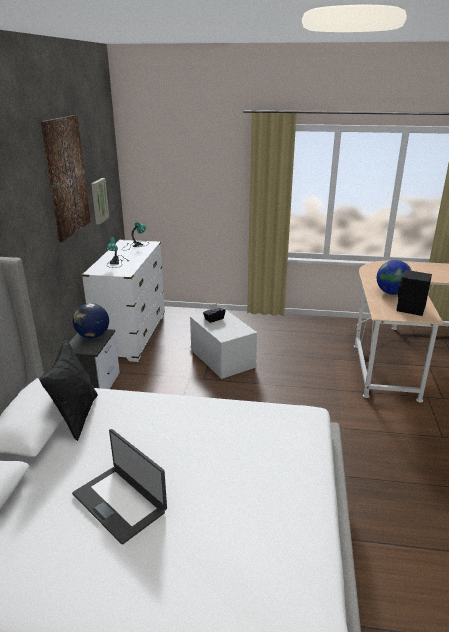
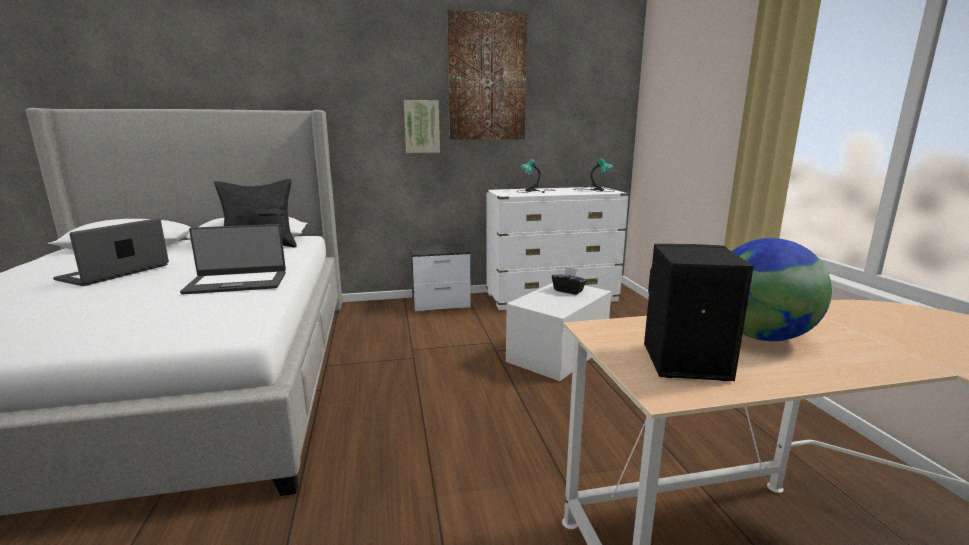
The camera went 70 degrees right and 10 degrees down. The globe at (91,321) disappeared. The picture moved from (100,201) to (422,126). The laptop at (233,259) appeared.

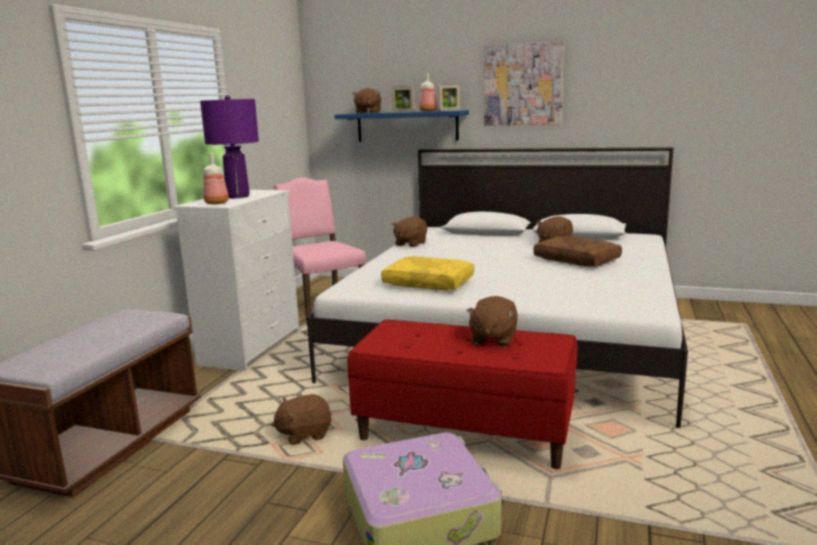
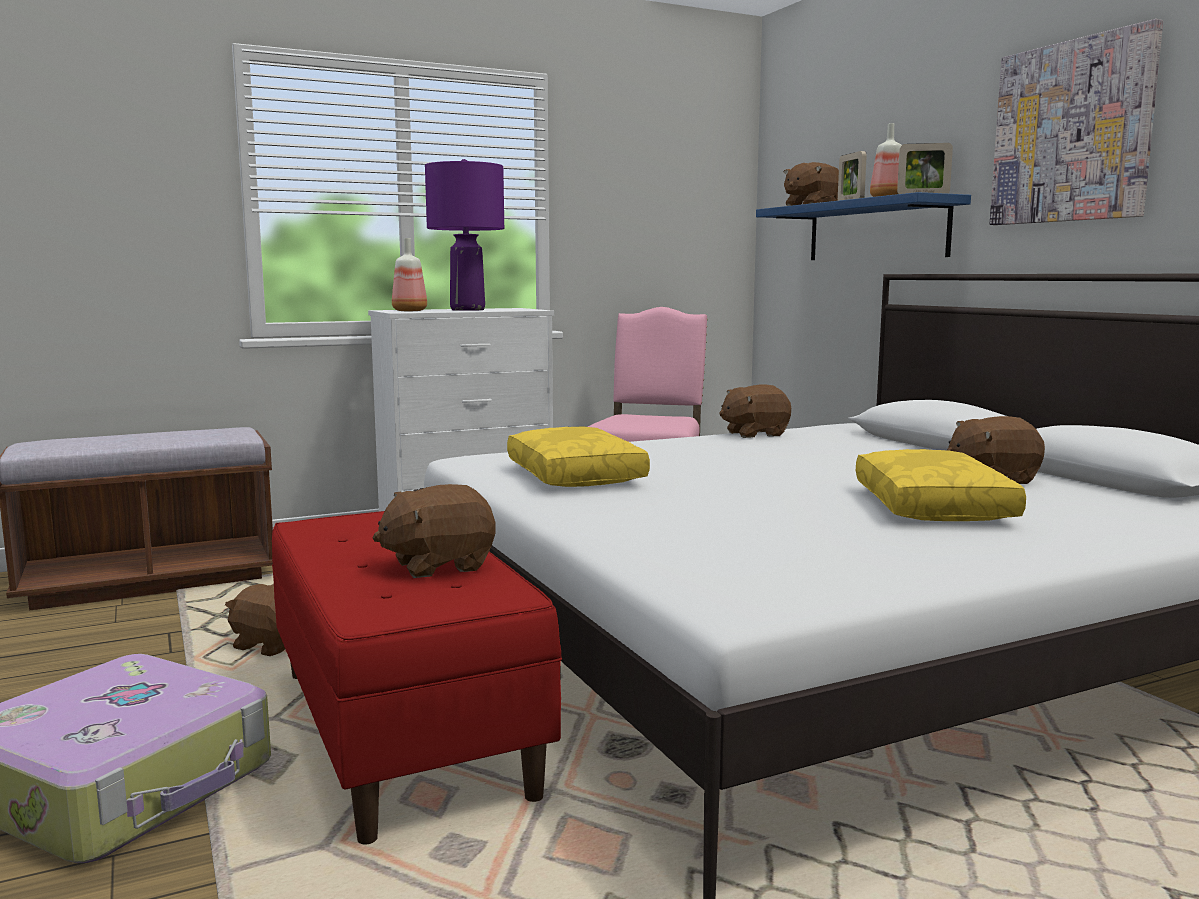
The camera went 45 degrees right and 5 degrees down. The brown pillow at (577,251) became the yellow pillow at (941,485).

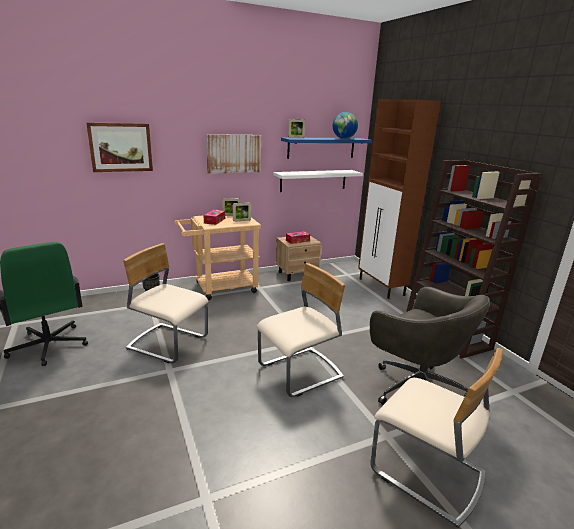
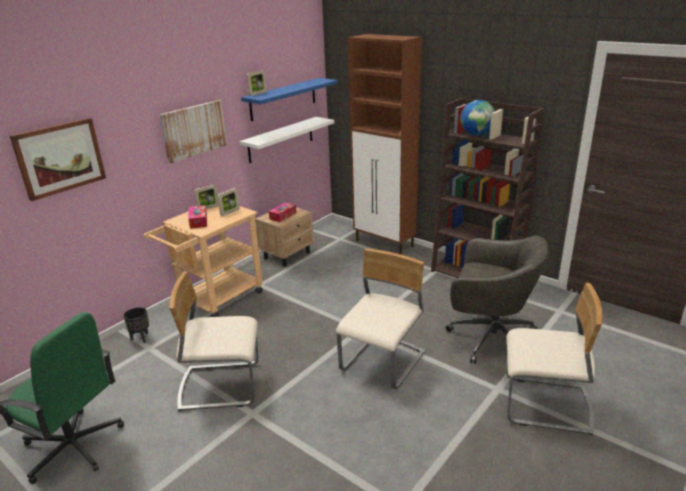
The camera went 25 degrees left and 5 degrees up. The globe moved from (345,125) to (477,118).

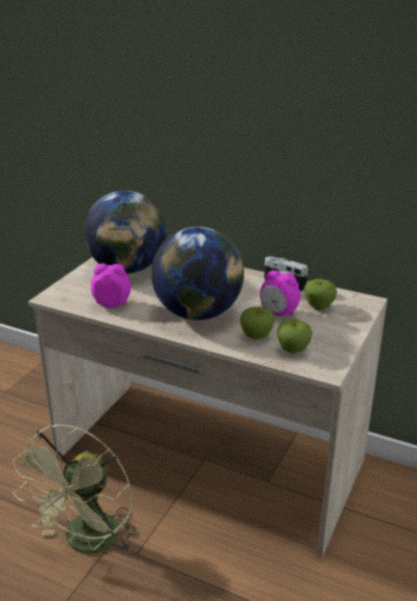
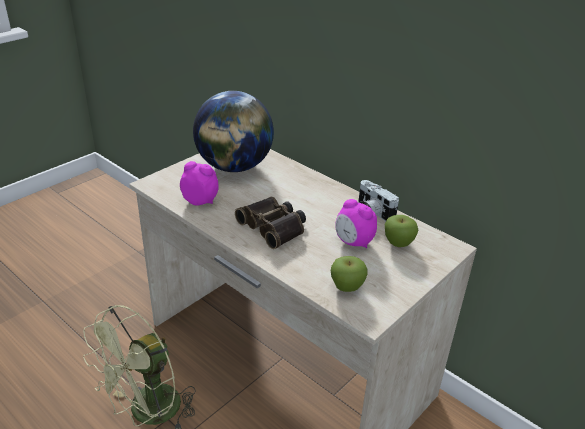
The camera went 15 degrees right and 5 degrees up. The globe at (197,273) was replaced by the binoculars at (270,223). The apple at (257,323) disappeared.

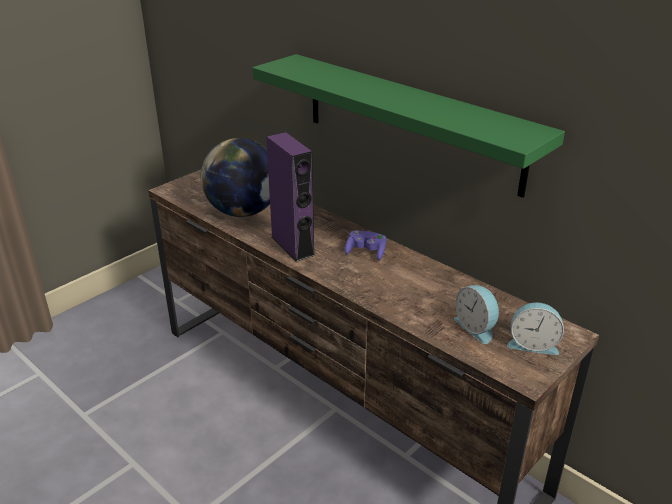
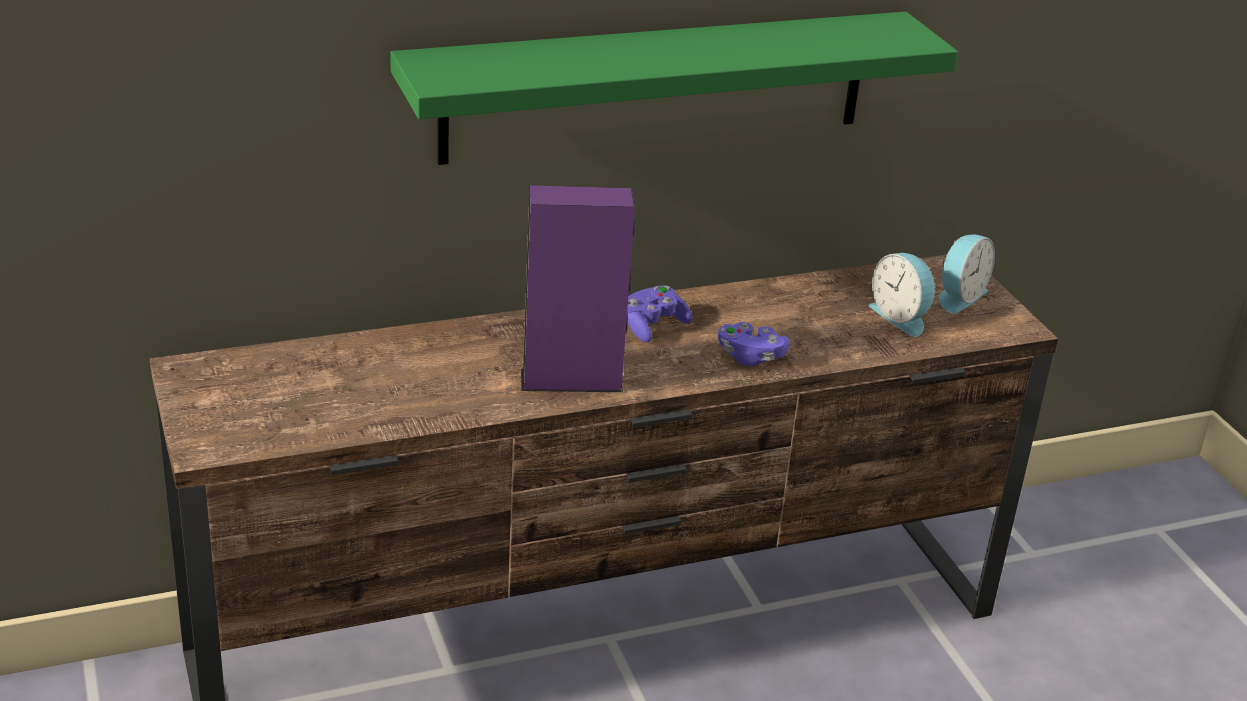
The camera went 65 degrees left and 0 degrees up. The globe at (235,177) disappeared. The alarm clock at (477,314) turned 60 degrees clockwise. The purple game controller at (754,344) appeared.

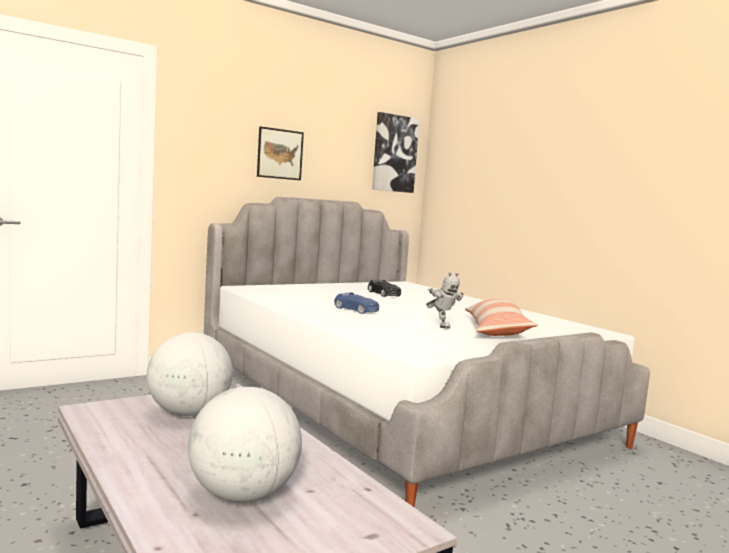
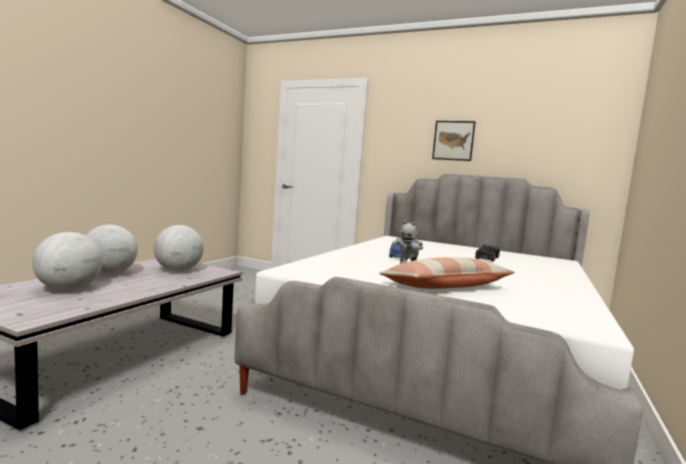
The camera went 60 degrees right and 0 degrees up. The picture at (396,152) disappeared. The globe at (111,250) appeared.

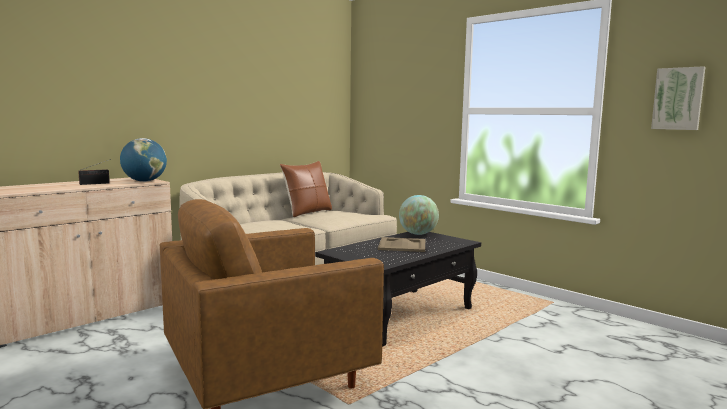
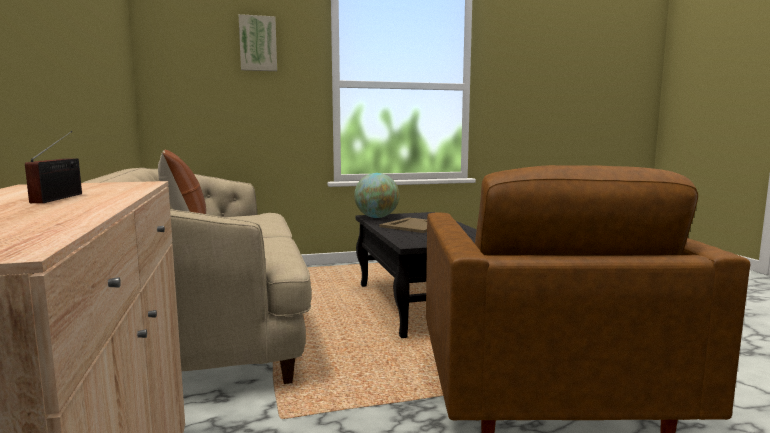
The camera went 60 degrees left and 0 degrees up. The globe at (143,160) disappeared. The picture moved from (678,98) to (258,42).

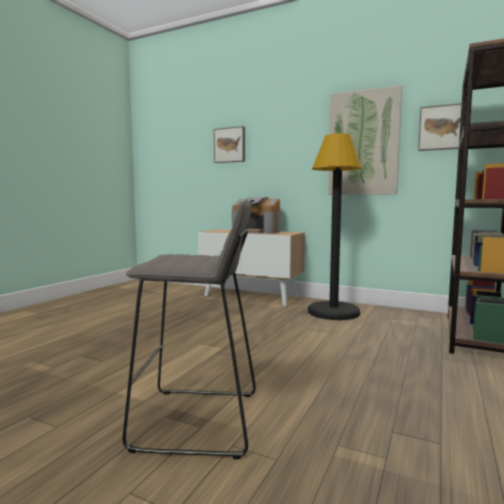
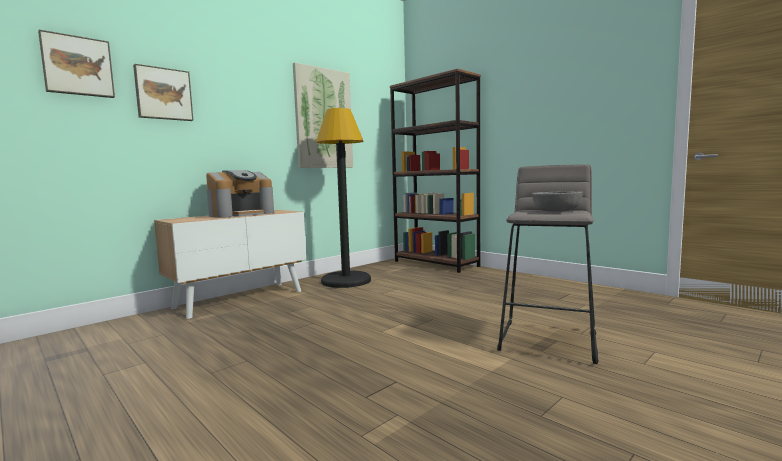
The camera went 70 degrees left and 0 degrees up. The picture moved from (440,127) to (76,64). The grey bowl at (557,201) appeared.

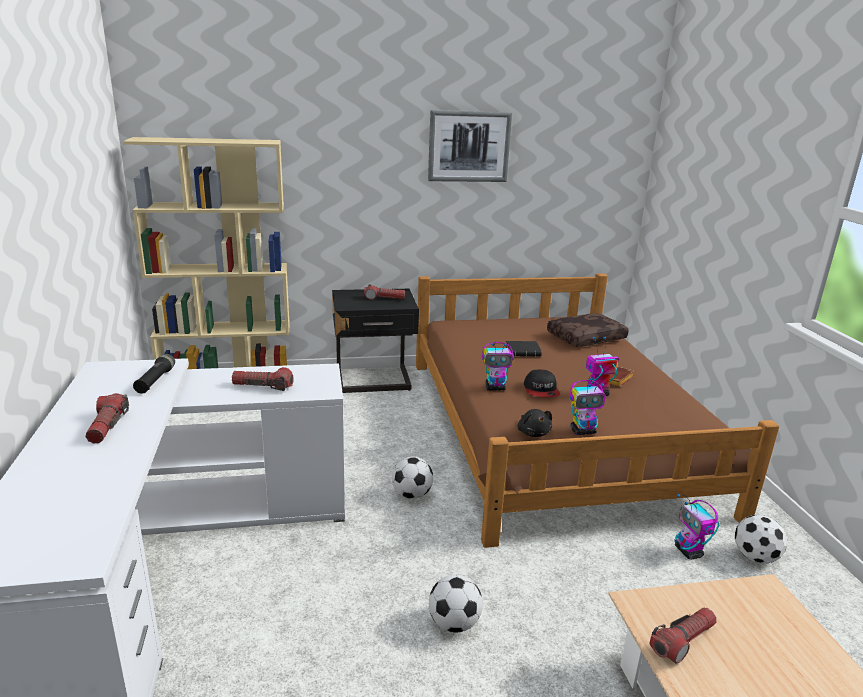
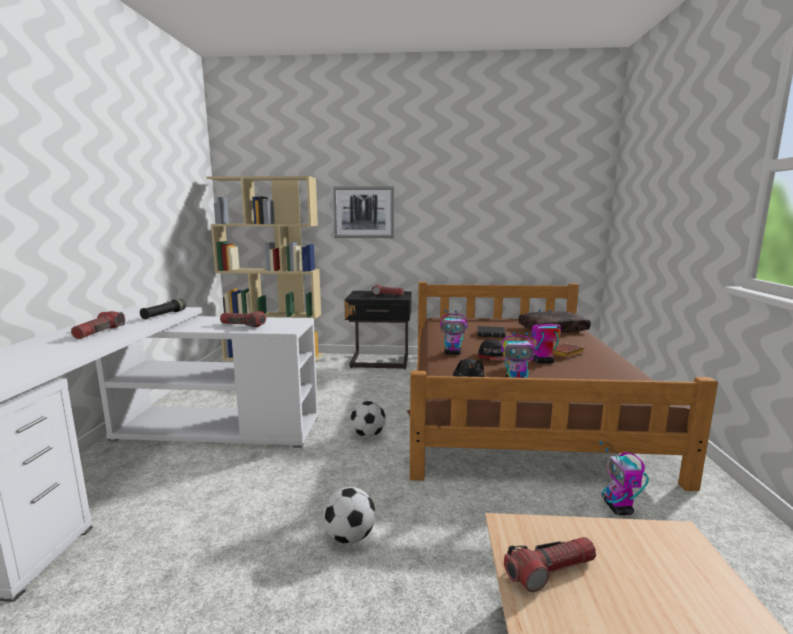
The camera went 15 degrees right and 10 degrees down. The picture moved from (470,146) to (363,212). The football at (760,539) disappeared.

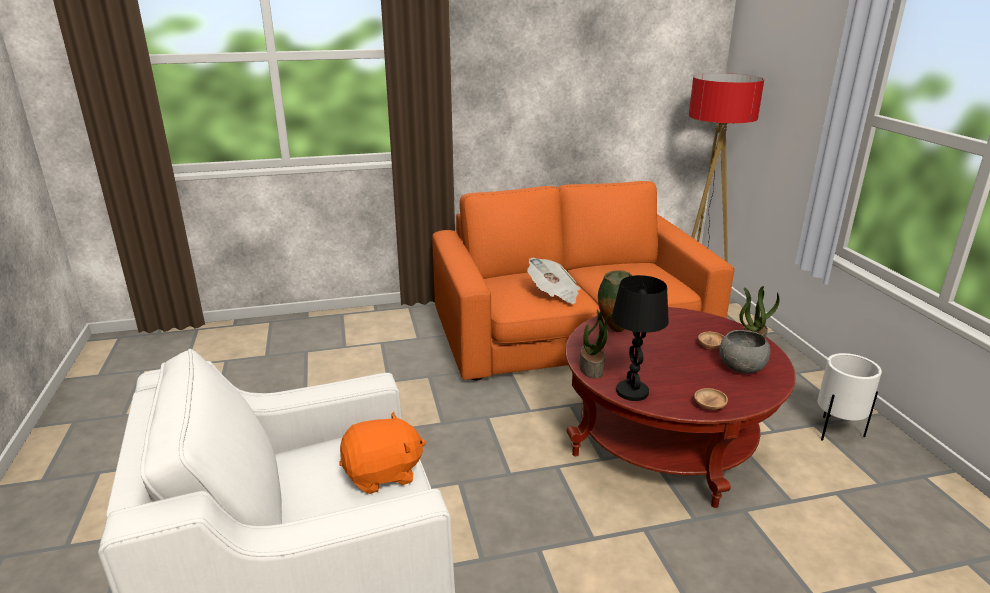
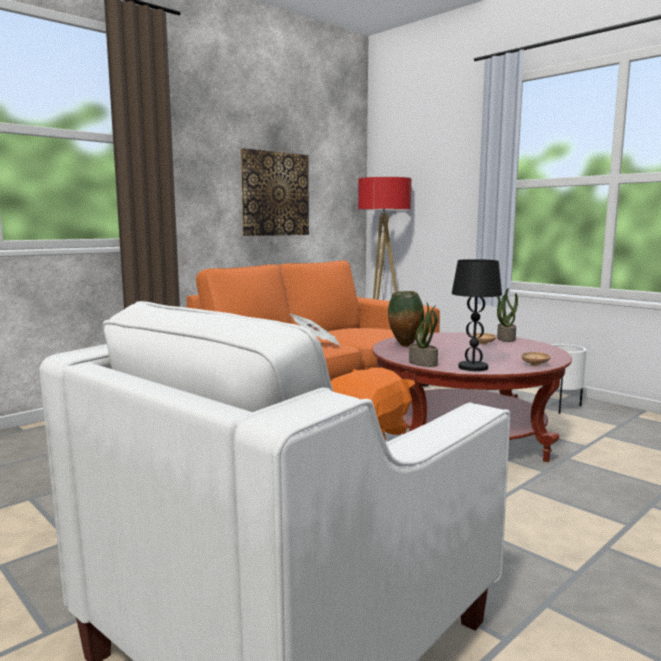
The camera went 30 degrees left and 15 degrees down. The grey bowl at (744,351) disappeared. The picture at (274,192) appeared.

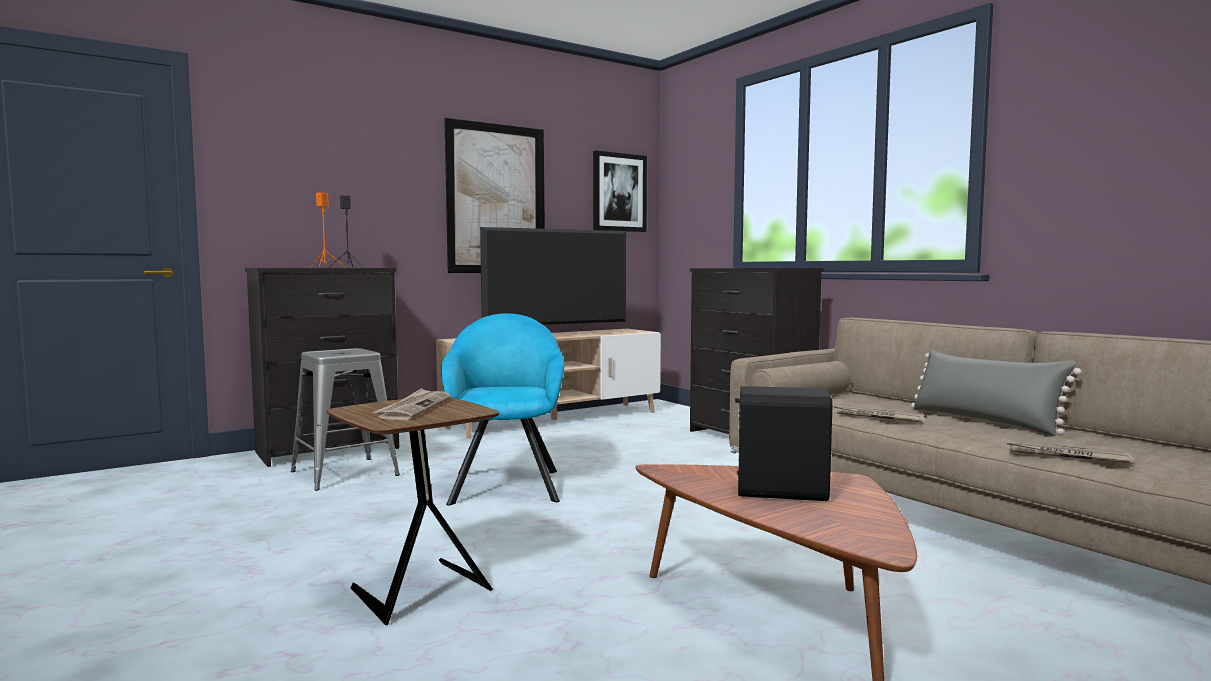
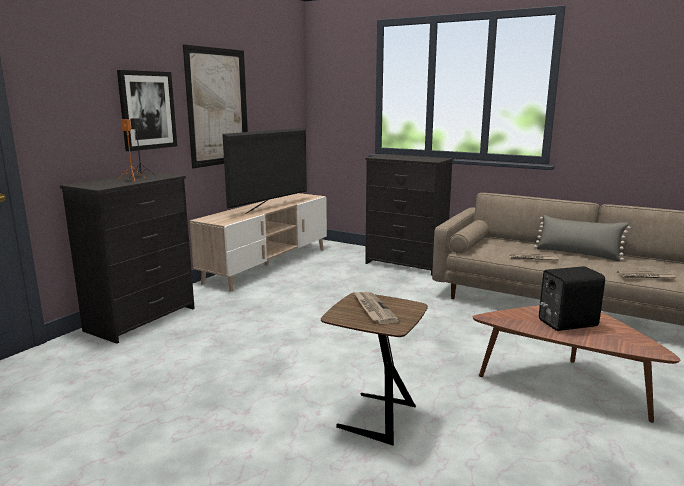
The camera went 25 degrees left and 10 degrees up. The grey stool at (345,419) disappeared. The turquoise armchair at (502,409) disappeared. The picture moved from (620,191) to (147,110).

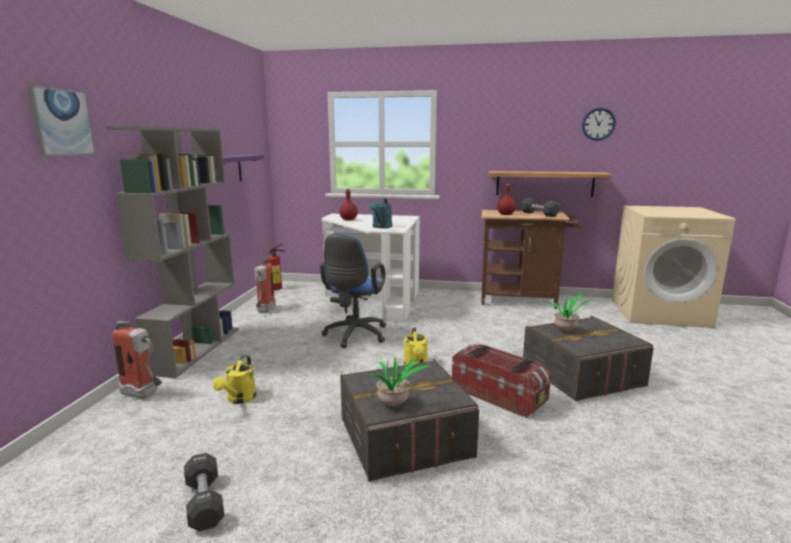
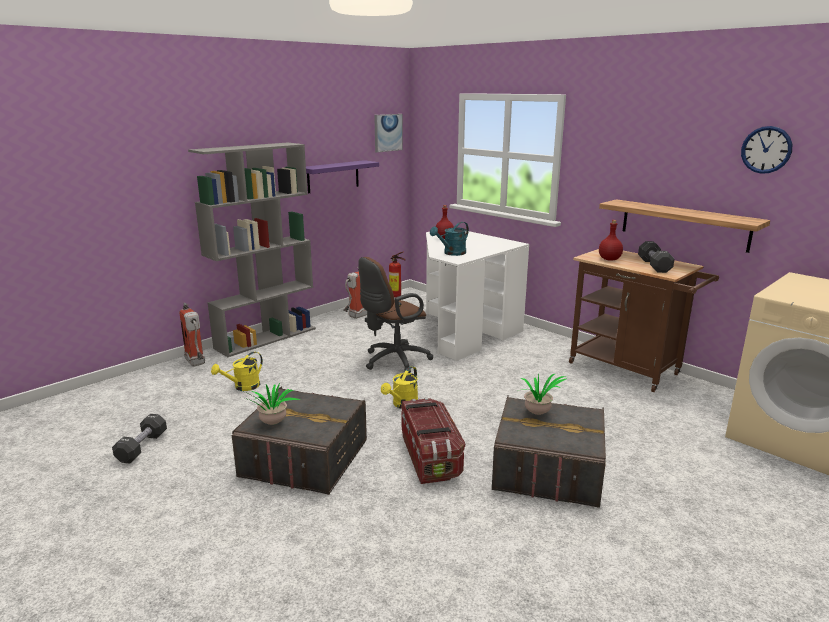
The camera went 35 degrees right and 5 degrees up. The picture moved from (61,121) to (388,133). The blue office chair at (353,290) became the brown office chair at (395,315).

